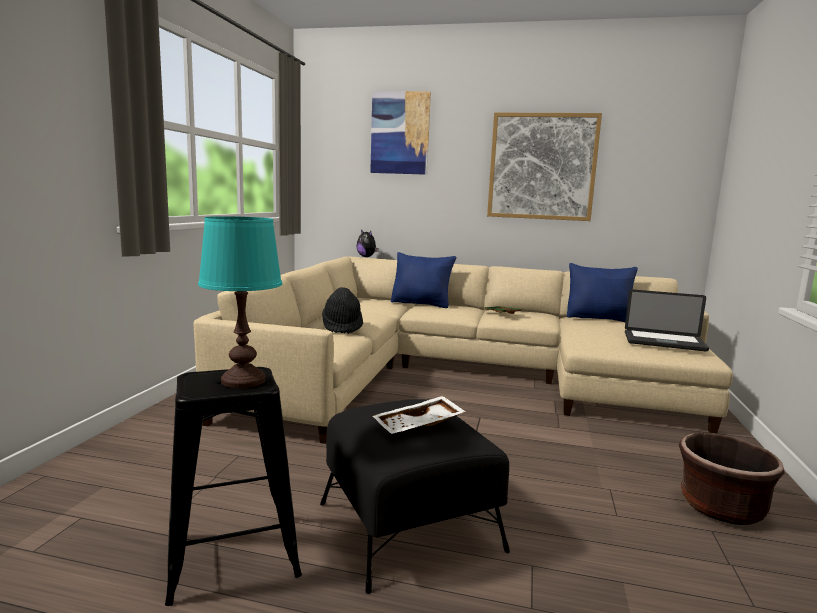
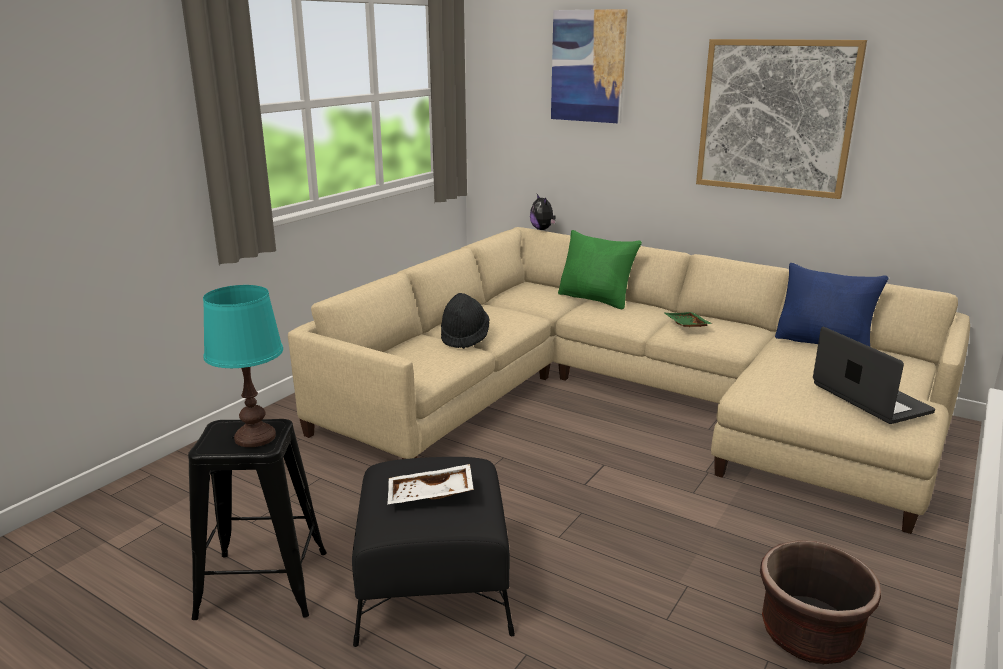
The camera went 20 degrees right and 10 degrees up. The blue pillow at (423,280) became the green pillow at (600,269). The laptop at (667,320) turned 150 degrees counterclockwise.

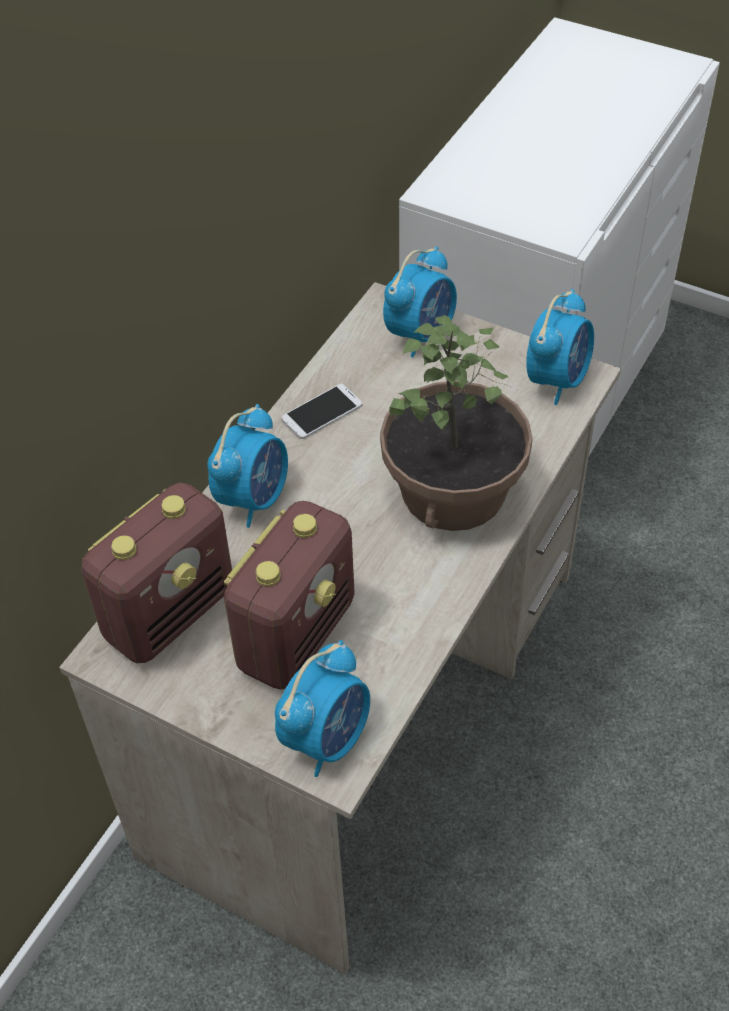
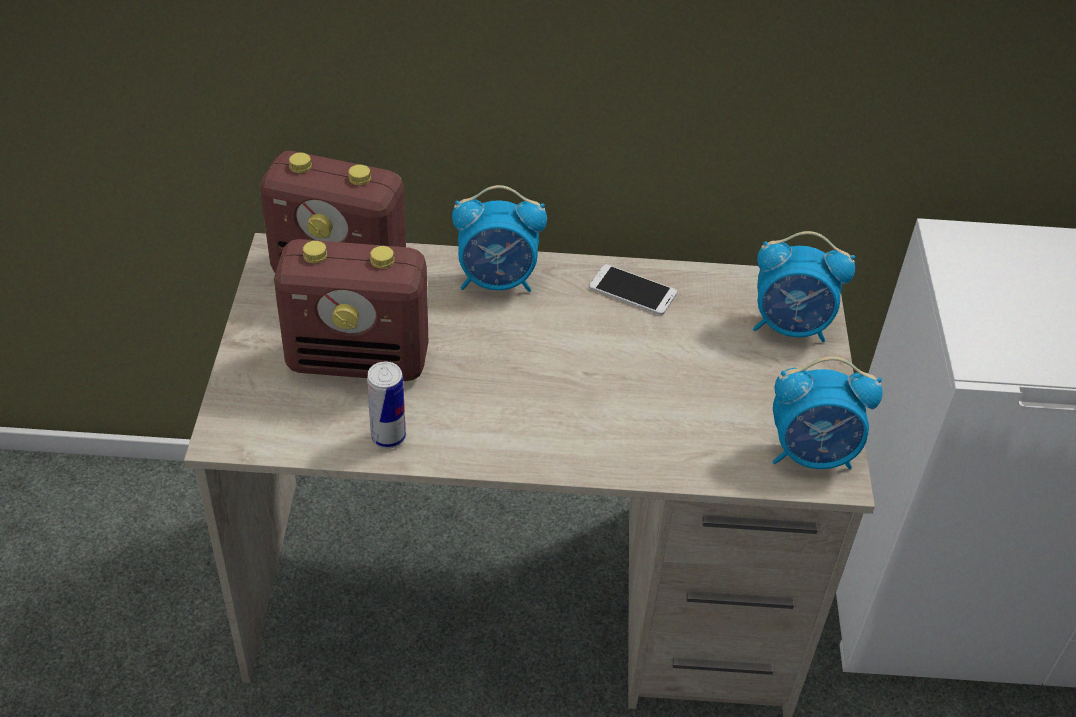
The camera went 60 degrees right and 5 degrees down. The alarm clock at (322,708) disappeared. The potted plant at (456,423) disappeared. The can at (386,405) appeared.

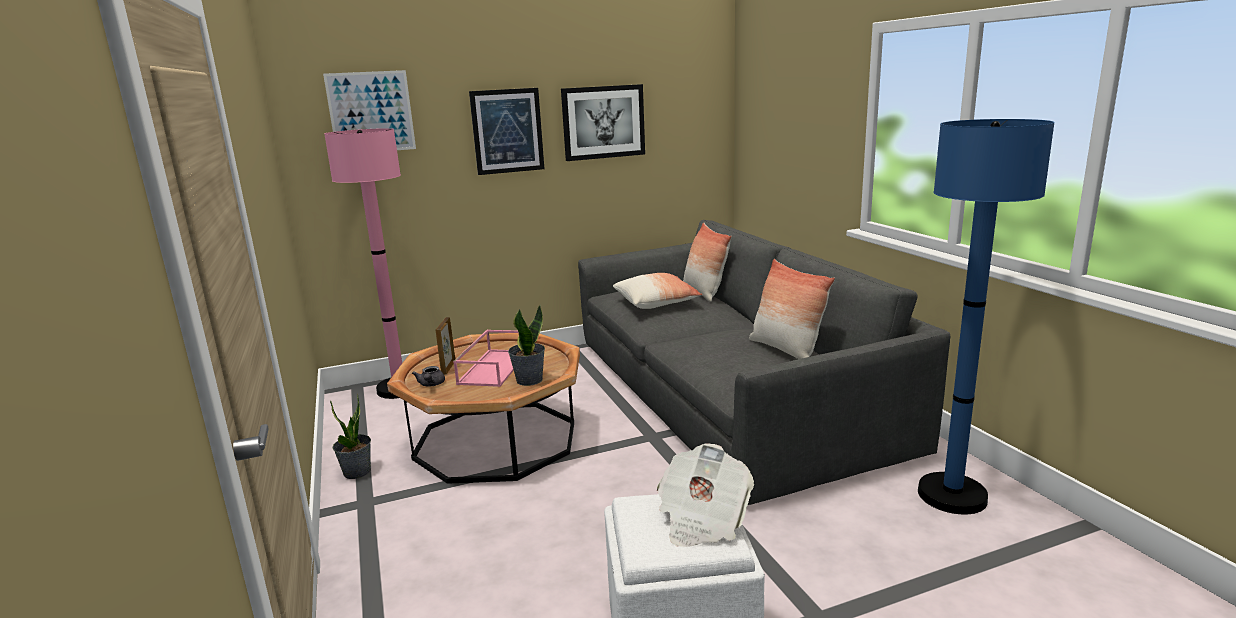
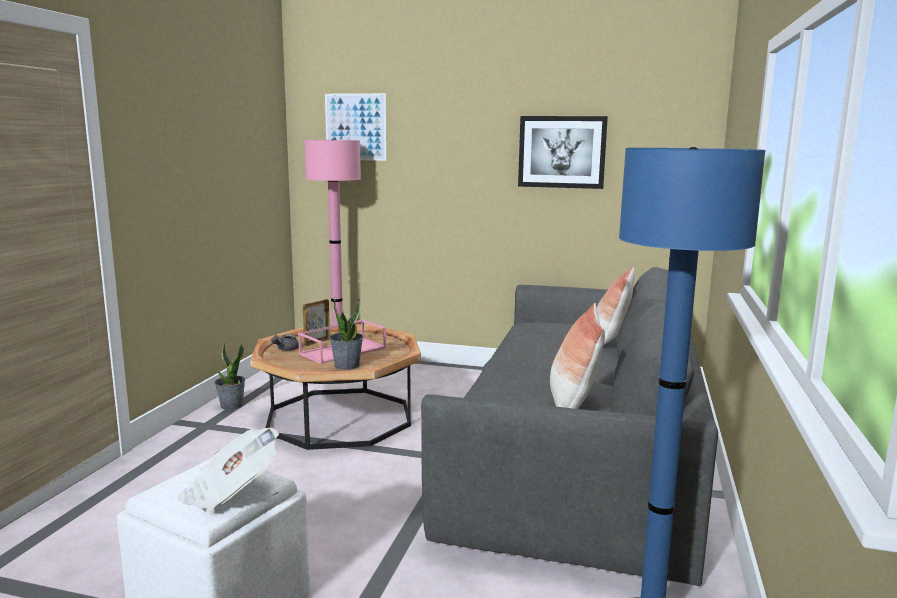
The camera went 35 degrees right and 5 degrees down. The picture at (506,131) disappeared. The pillow at (657,291) disappeared.

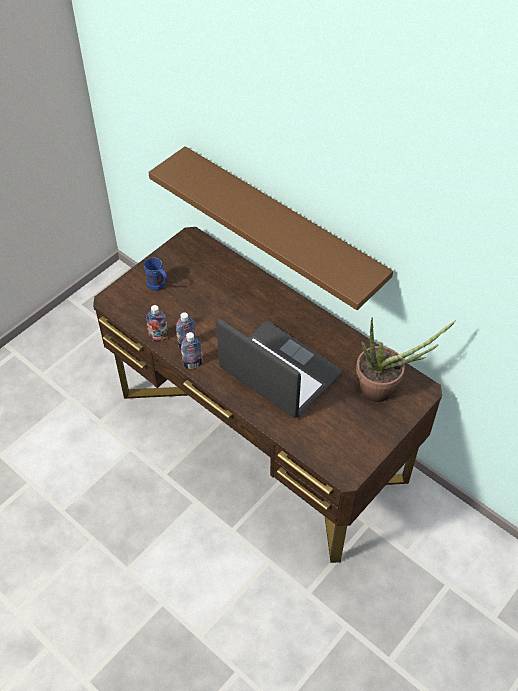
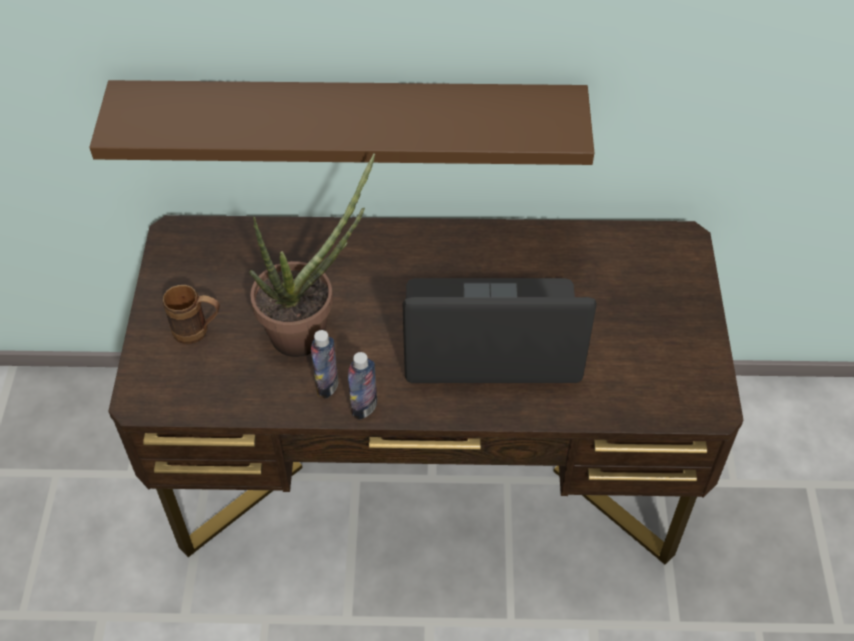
The camera went 40 degrees left and 0 degrees up. The blue mug at (156,274) became the brown mug at (191,314). The bottle at (157,323) disappeared. The potted plant moved from (406,359) to (312,255).

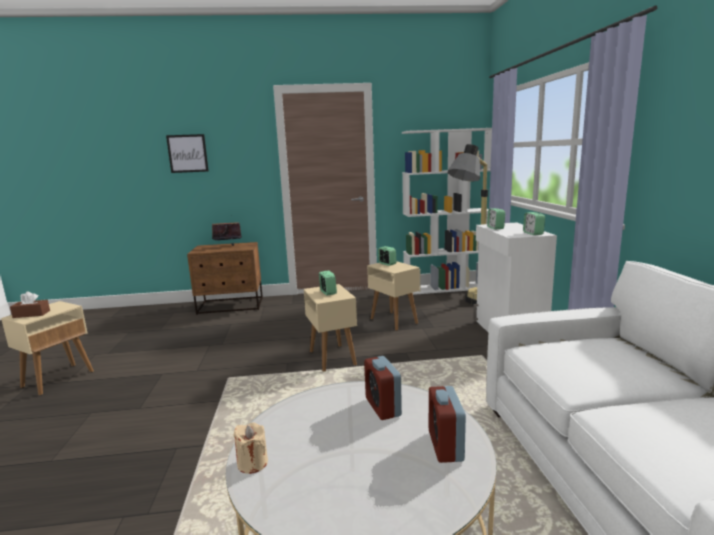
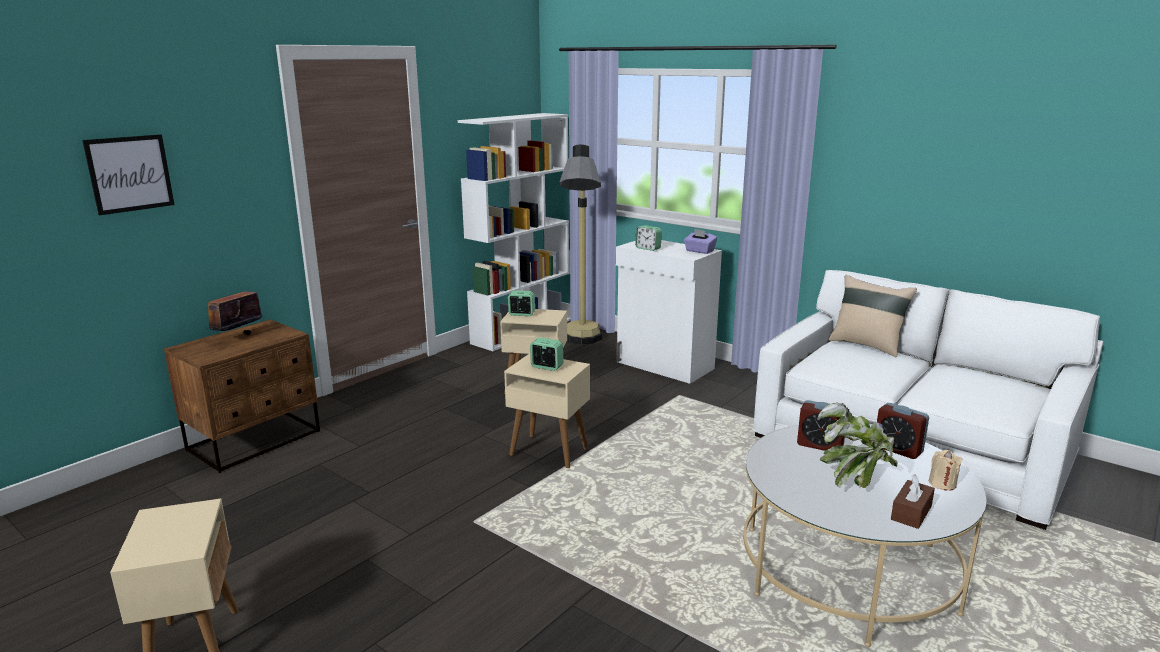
The camera went 45 degrees left and 5 degrees up. The brown tissue box moved from (30,305) to (913,501). The beige candle moved from (251,448) to (945,470). The alarm clock at (534,223) was replaced by the purple tissue box at (700,241). The potted plant at (857,445) appeared. The beige pillow at (873,316) appeared.

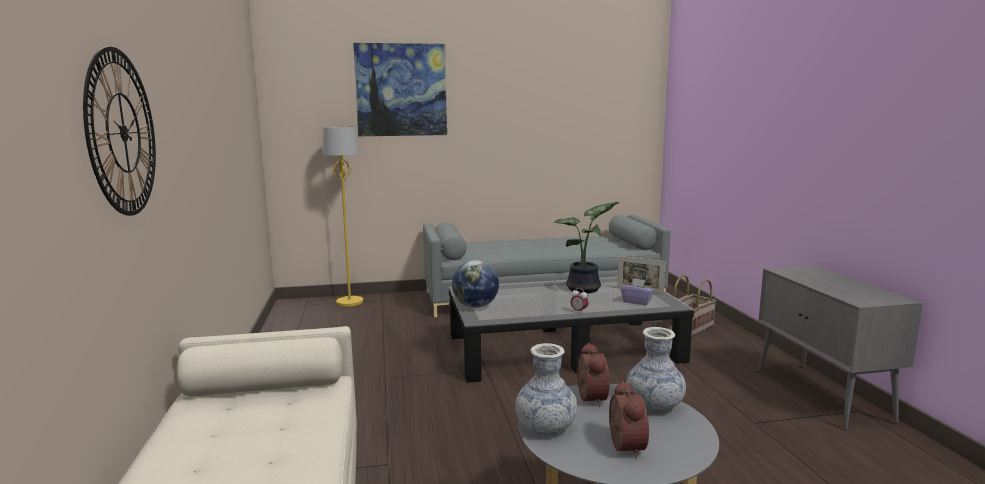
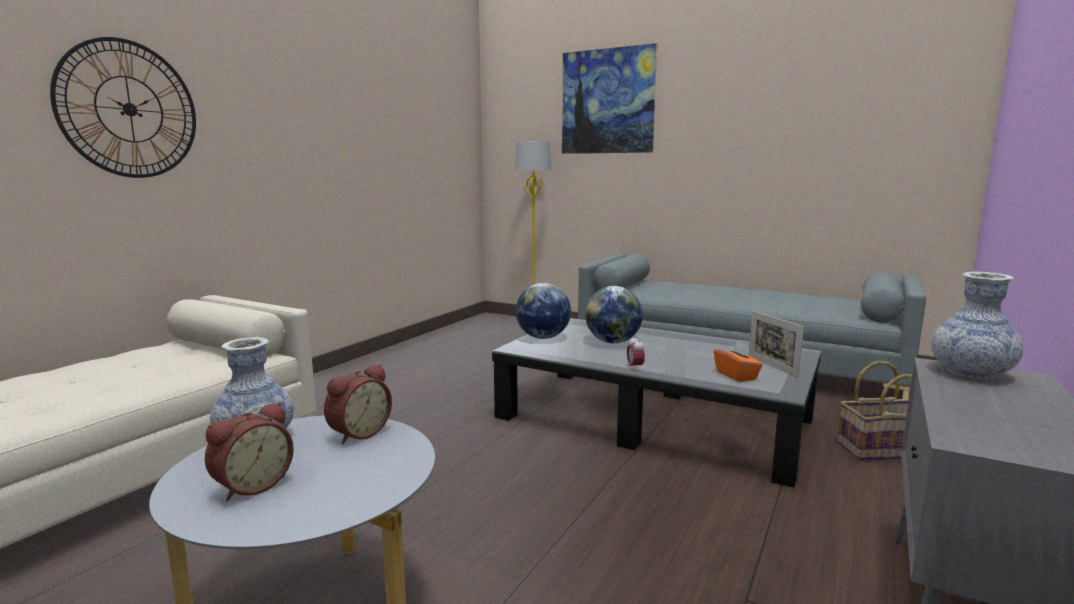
The camera went 40 degrees right and 0 degrees up. The potted plant at (586,247) disappeared. The purple tissue box at (637,291) became the orange tissue box at (738,361). The vase moved from (656,370) to (977,325). The globe at (614,315) appeared.

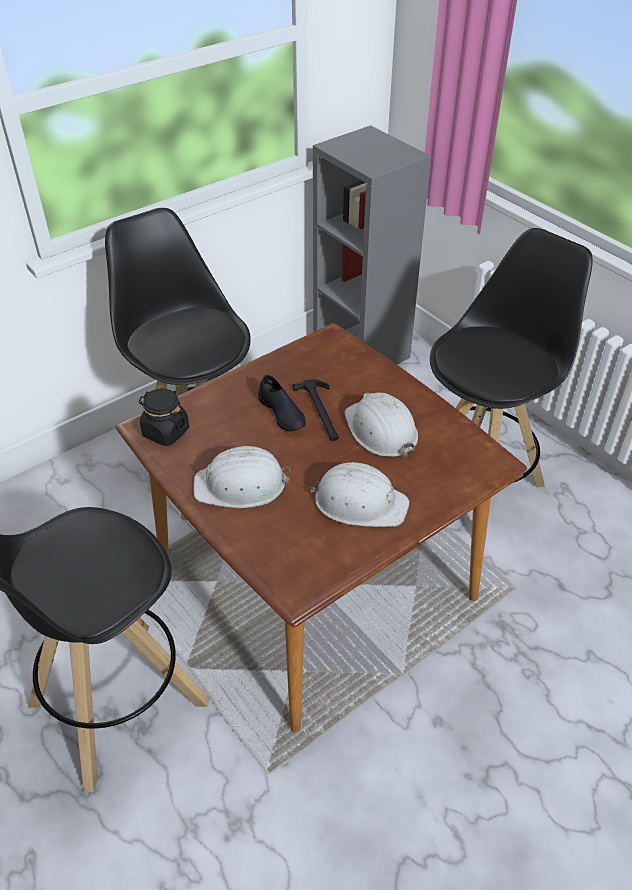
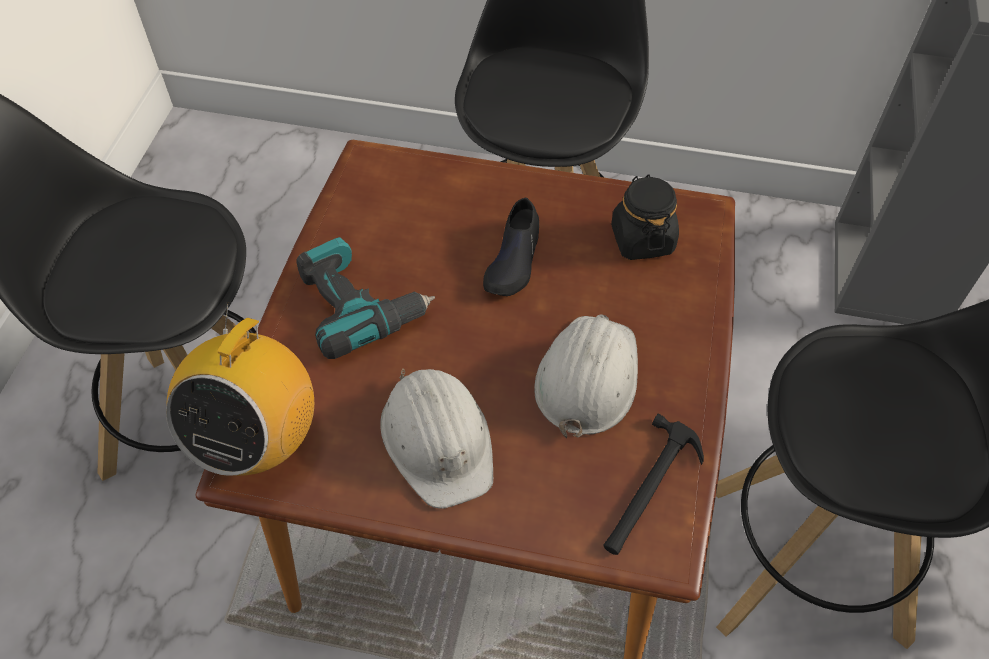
The camera went 50 degrees right and 10 degrees up. The black jar moved from (163,417) to (645,217). The white hard hat at (242,477) was replaced by the power drill at (365,298). The hammer moved from (316,410) to (653,484). The radio at (240,389) appeared.

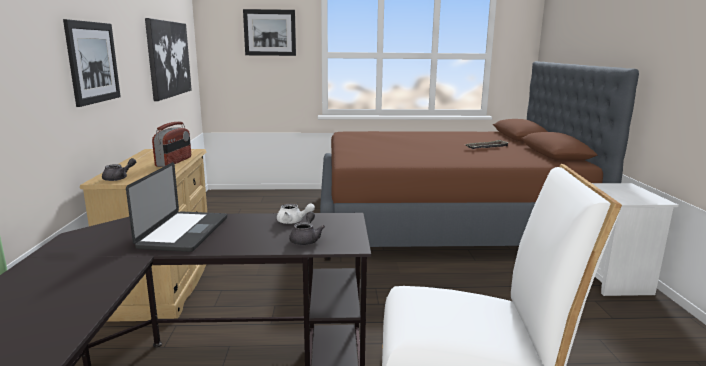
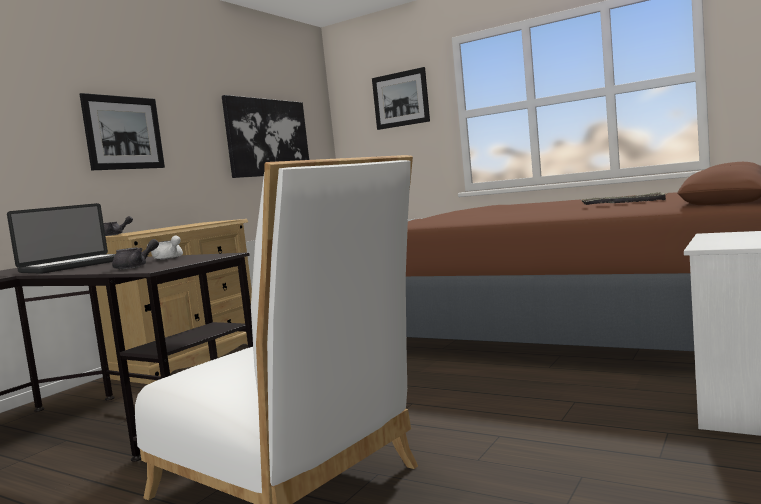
The camera went 35 degrees right and 10 degrees down. The radio at (171,144) disappeared.

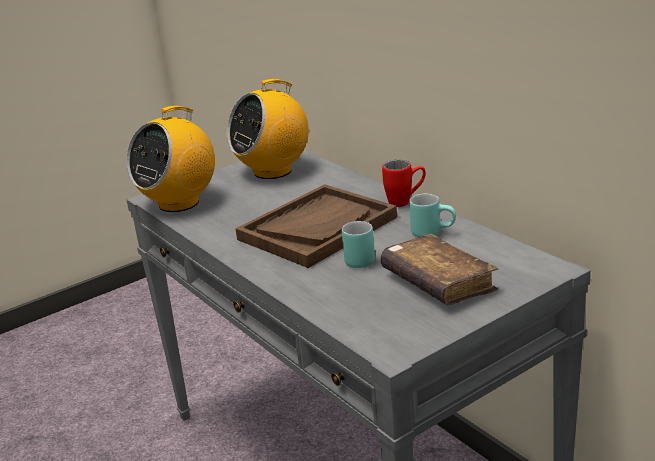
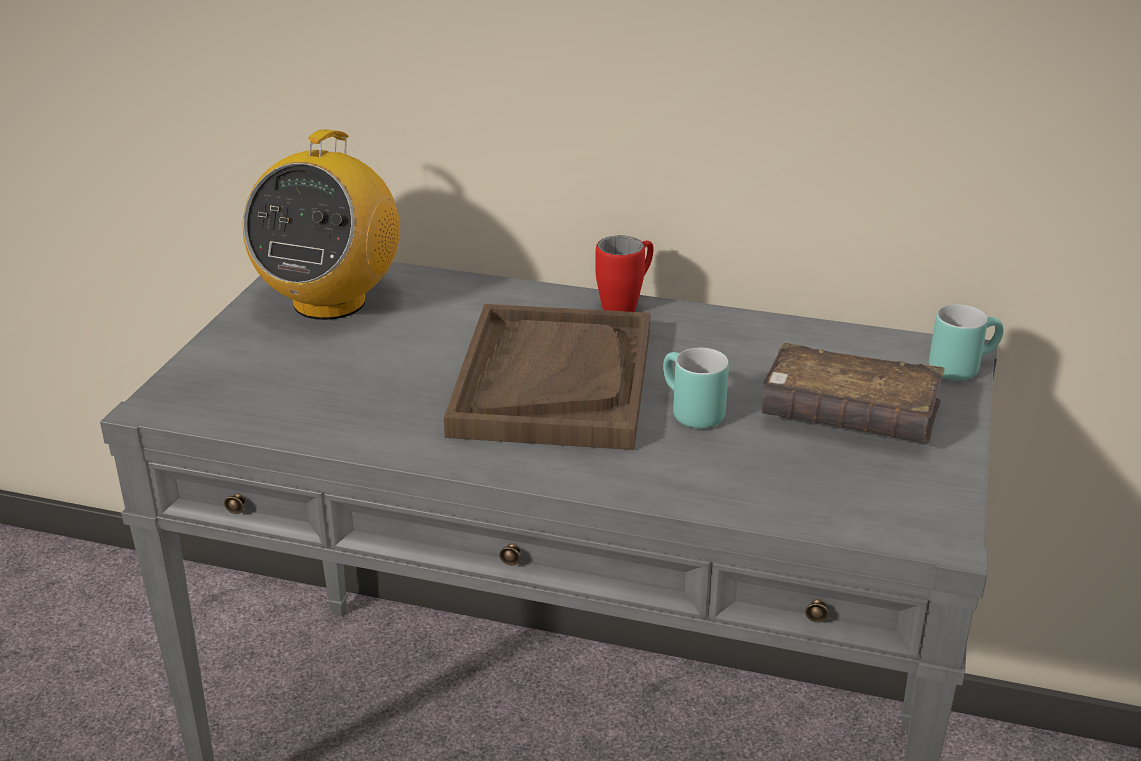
The camera went 40 degrees left and 5 degrees up. The radio at (170,159) disappeared. The turquoise mug moved from (432,215) to (966,342).

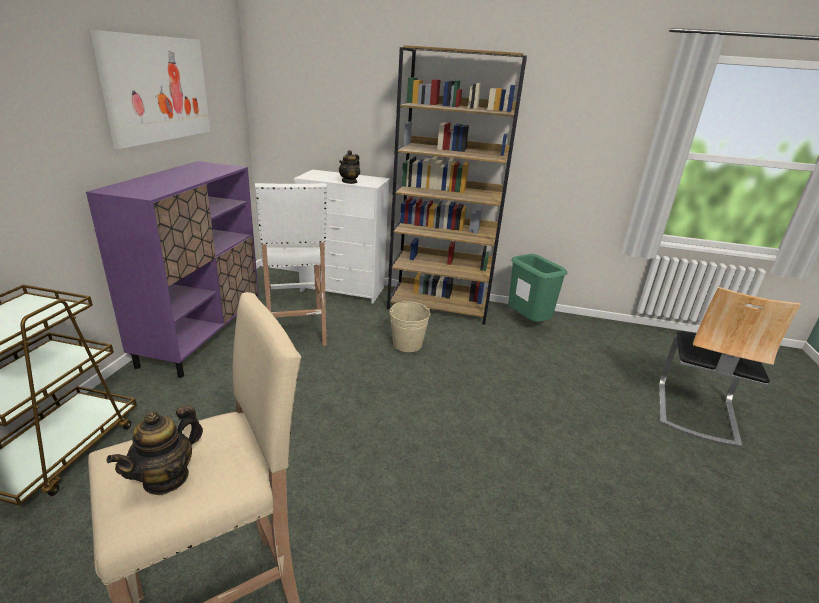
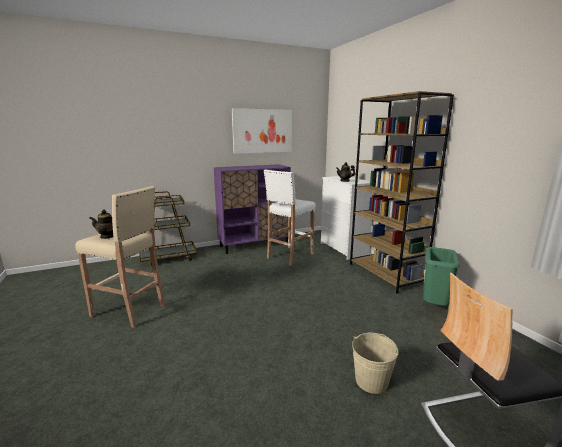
The camera went 55 degrees right and 10 degrees down. The beige bucket moved from (409,326) to (375,363).

